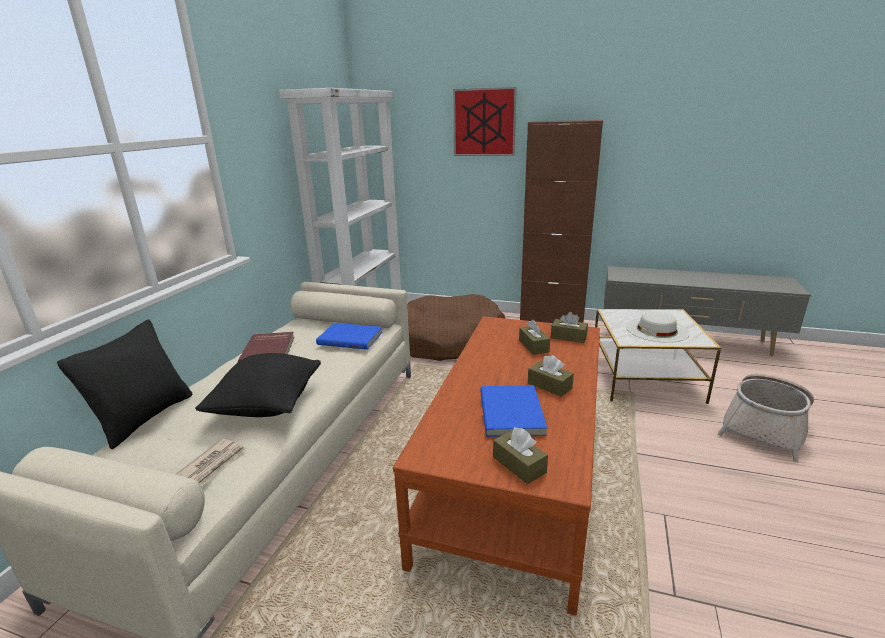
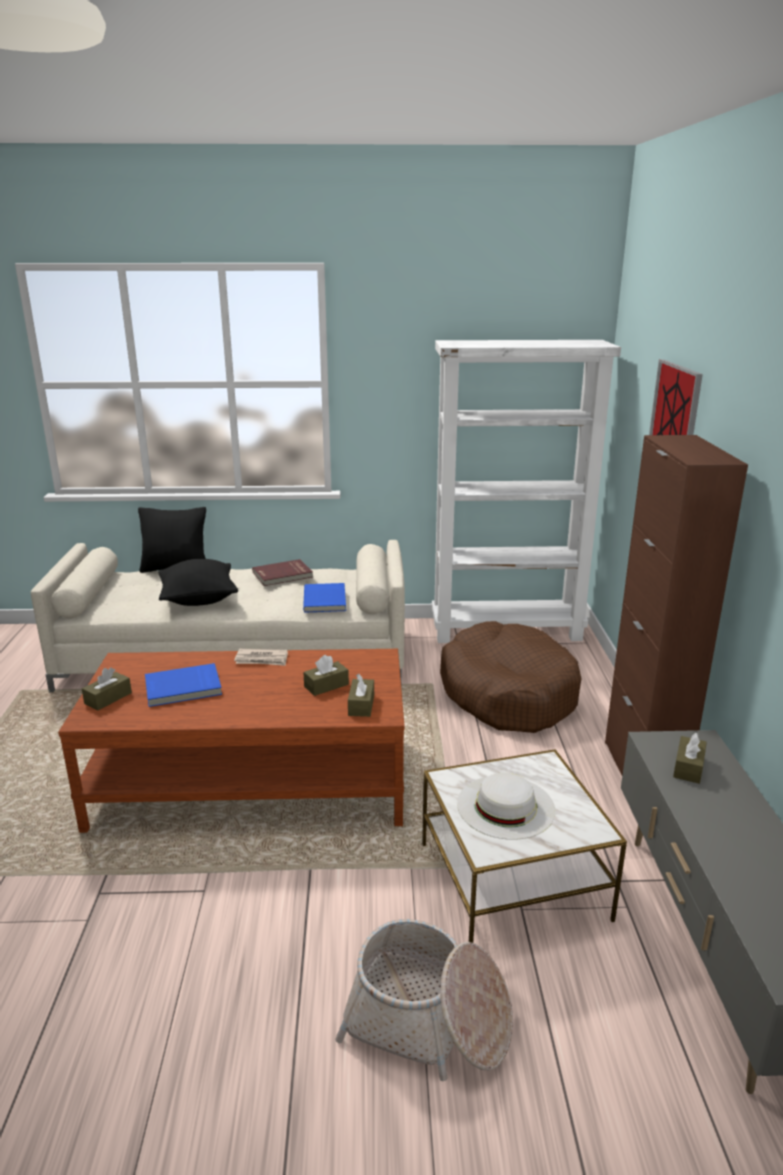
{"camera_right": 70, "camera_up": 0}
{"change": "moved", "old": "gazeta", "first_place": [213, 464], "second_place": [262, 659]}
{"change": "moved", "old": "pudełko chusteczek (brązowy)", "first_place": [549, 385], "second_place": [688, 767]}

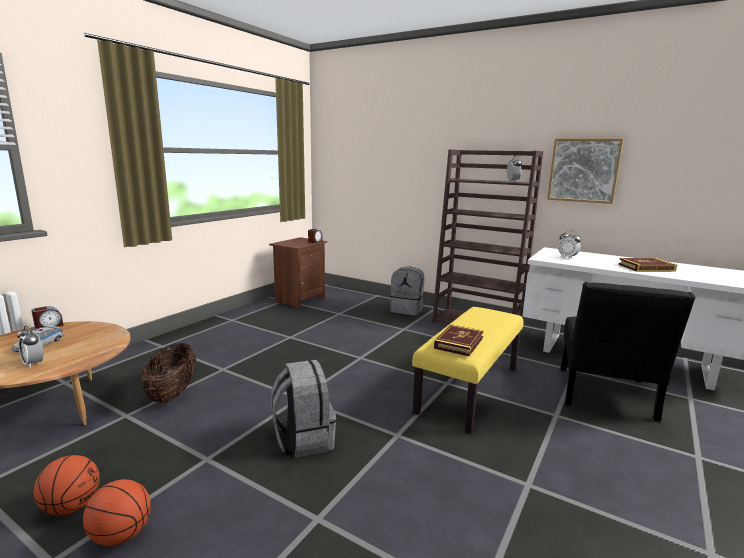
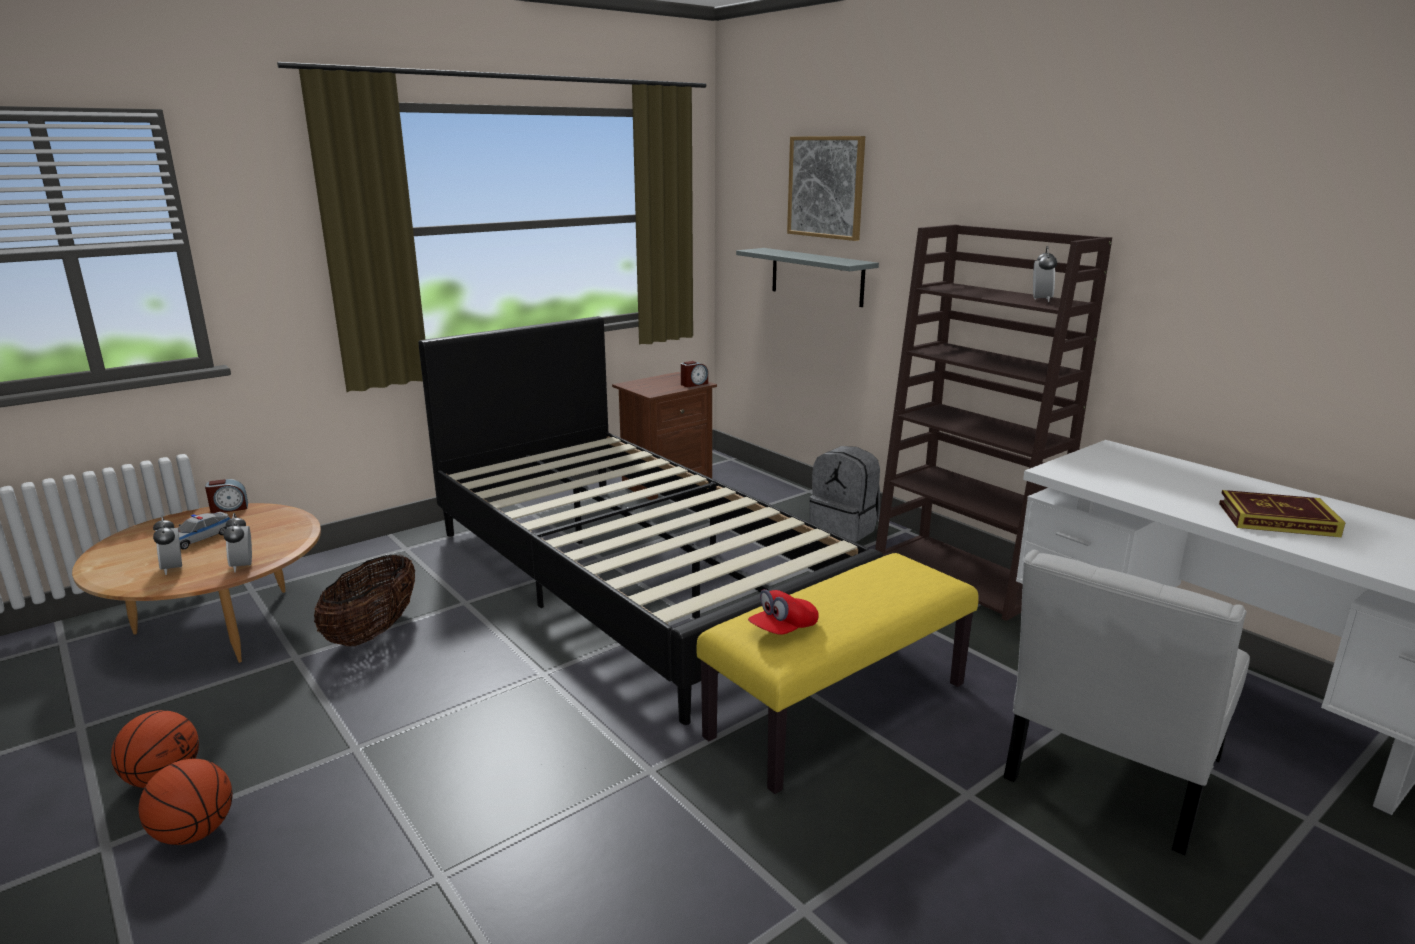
{"camera_right": 20, "camera_up": 5}
{"change": "removed", "old": "plecak (szary)", "first_place": [303, 439]}
{"change": "added", "new": "łóżko (czarny)", "second_place": [633, 578]}
{"change": "added", "new": "półka (szary)", "second_place": [816, 276]}
{"change": "moved", "old": "obraz", "first_place": [583, 170], "second_place": [826, 187]}
{"change": "moved", "old": "budzik", "first_place": [567, 257], "second_place": [243, 566]}
{"change": "replaced", "old": "książka", "new": "czapka z daszkiem (czerwony)", "first_place": [459, 343], "second_place": [783, 629]}
{"change": "recoloured", "old": "krzesło (czarny)", "new": "krzesło (biały)", "first_place": [605, 396], "second_place": [1108, 776]}

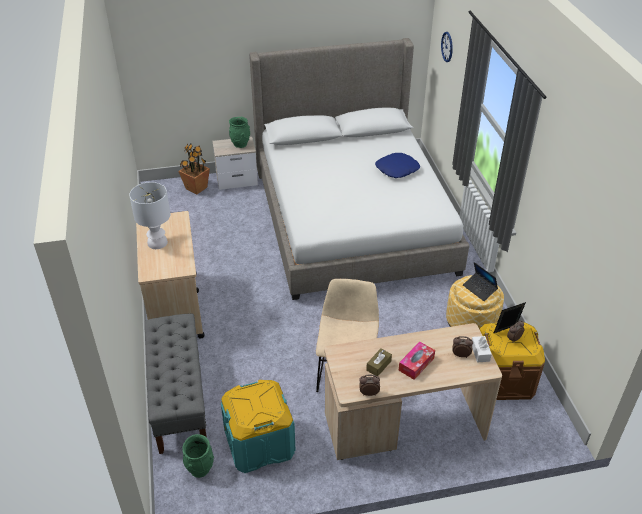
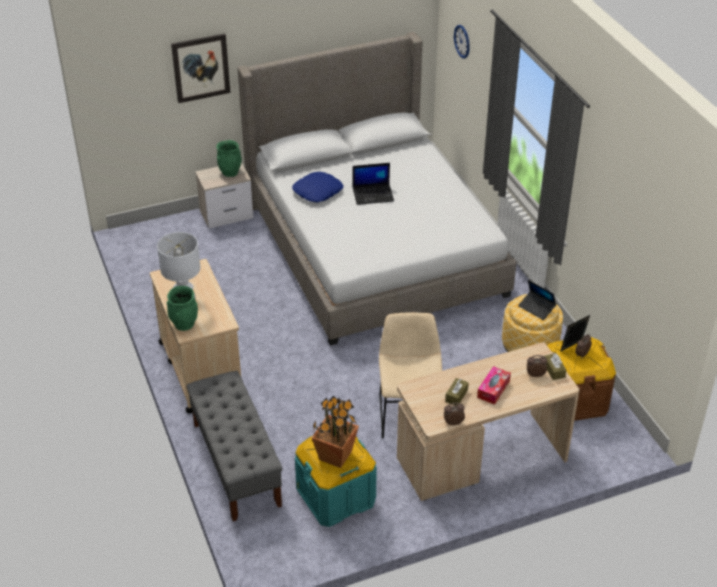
{"camera_right": -10, "camera_up": 0}
{"change": "added", "new": "obraz", "second_place": [201, 68]}
{"change": "added", "new": "laptop", "second_place": [373, 194]}
{"change": "moved", "old": "roślina doniczkowa", "first_place": [196, 188], "second_place": [335, 455]}
{"change": "moved", "old": "wazon (zielony)", "first_place": [200, 468], "second_place": [184, 323]}
{"change": "moved", "old": "poduszka (niebieski)", "first_place": [397, 169], "second_place": [317, 191]}
{"change": "recoloured", "old": "pudełko chusteczek (biały)", "new": "pudełko chusteczek (brązowy)", "first_place": [480, 352], "second_place": [554, 370]}

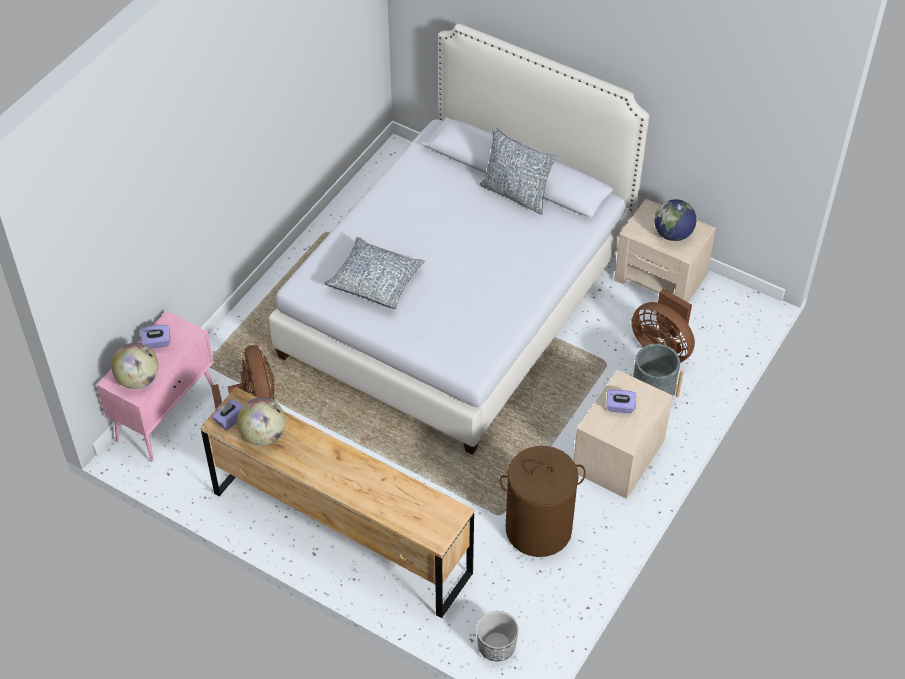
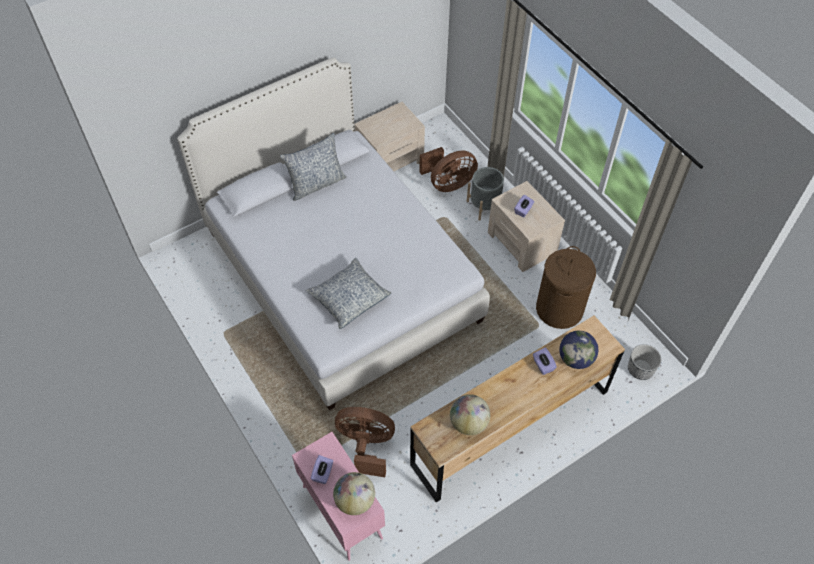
{"camera_right": -65, "camera_up": 5}
{"change": "moved", "old": "pudełko chusteczek (fioletowy)", "first_place": [229, 419], "second_place": [543, 365]}
{"change": "moved", "old": "globus", "first_place": [673, 234], "second_place": [575, 359]}

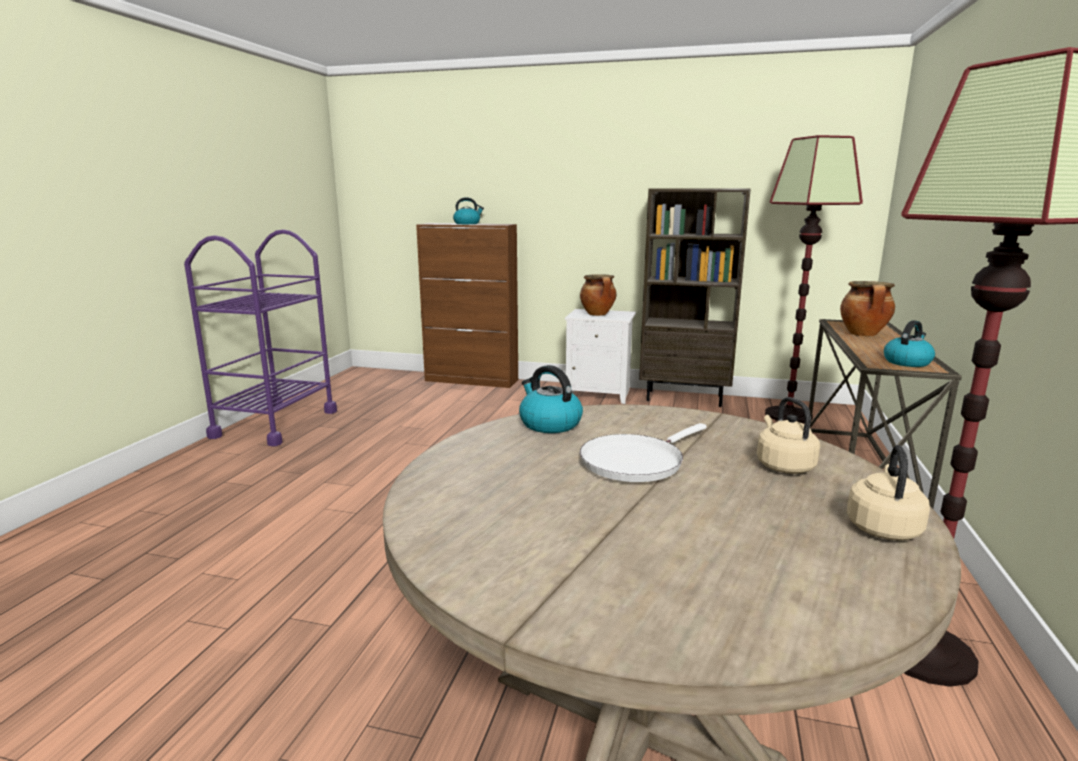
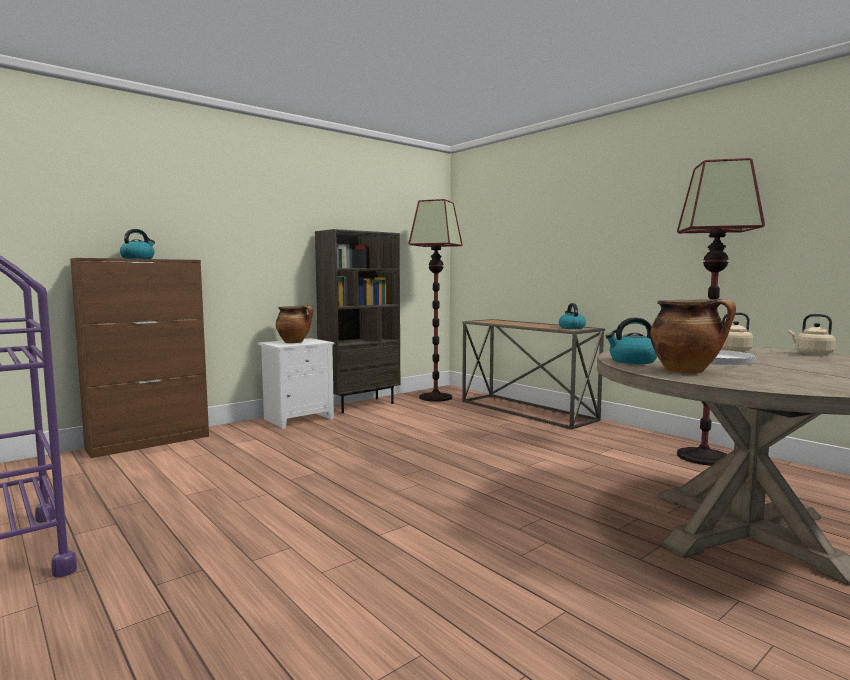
{"camera_right": -55, "camera_up": -10}
{"change": "moved", "old": "garnek", "first_place": [864, 334], "second_place": [687, 371]}

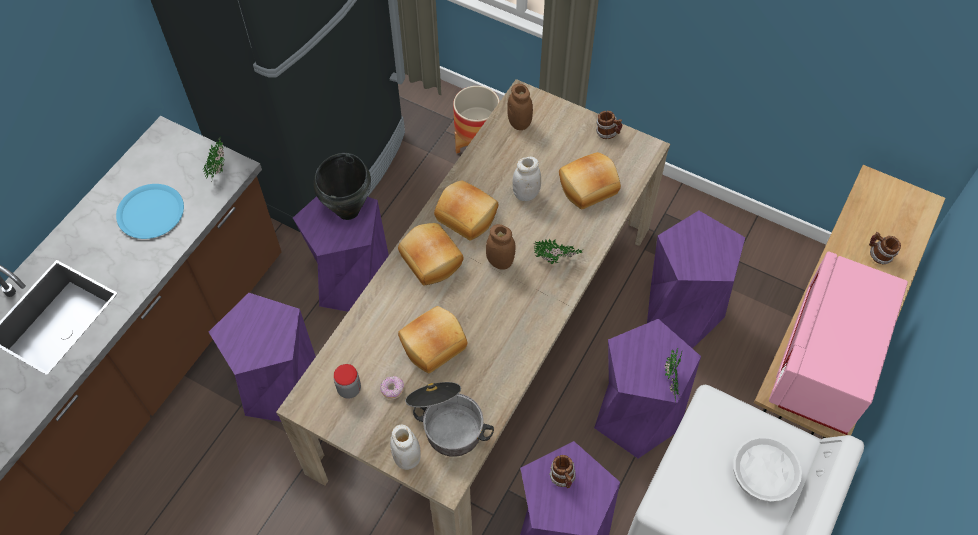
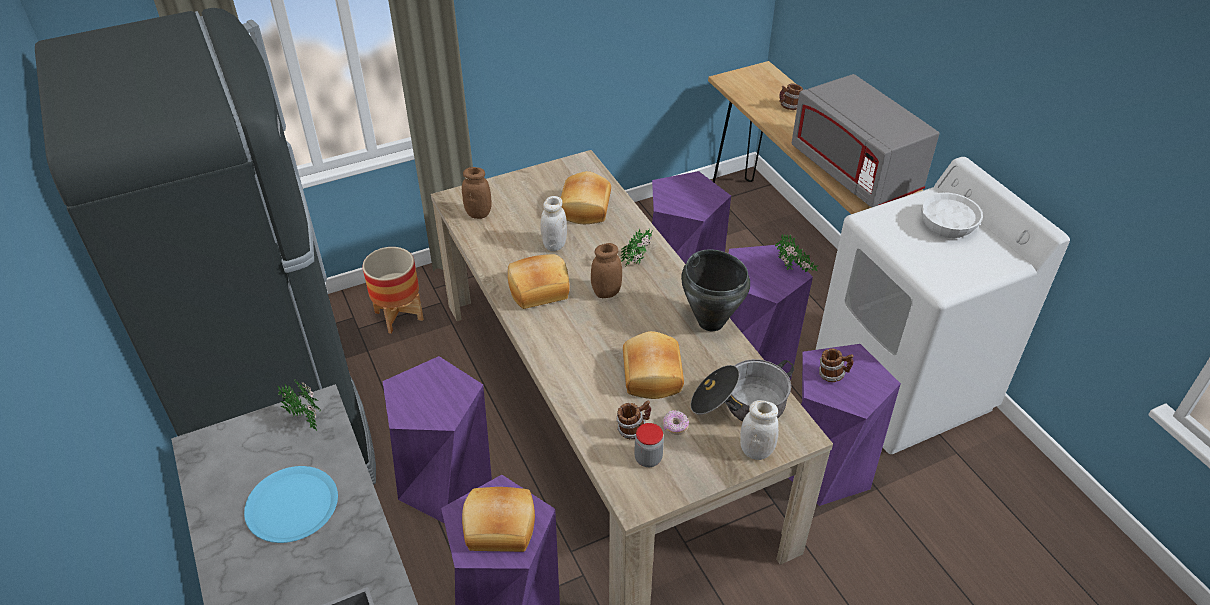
{"camera_right": -55, "camera_up": -15}
{"change": "moved", "old": "garnek (czarny)", "first_place": [348, 210], "second_place": [711, 321]}
{"change": "moved", "old": "chleb", "first_place": [430, 261], "second_place": [499, 529]}
{"change": "moved", "old": "kubek", "first_place": [608, 133], "second_place": [633, 429]}
{"change": "recoloured", "old": "mikrofalówka (różowy)", "new": "mikrofalówka (szary)", "first_place": [824, 362], "second_place": [855, 171]}

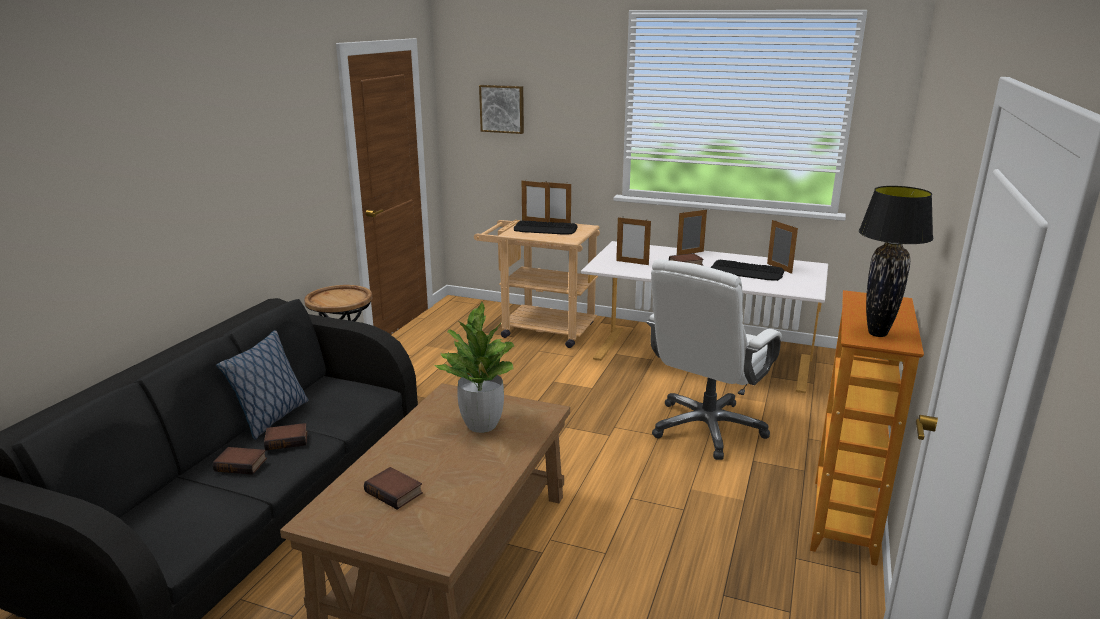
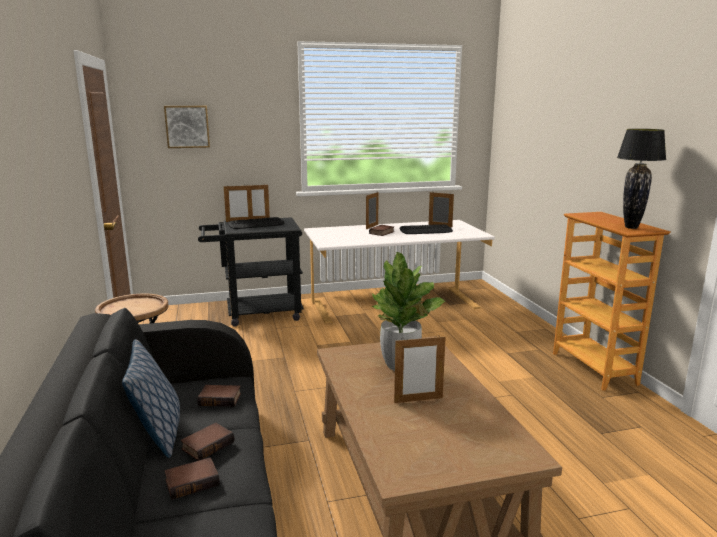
{"camera_right": -35, "camera_up": -5}
{"change": "removed", "old": "krzesło biurowe (biały)", "first_place": [707, 428]}
{"change": "moved", "old": "książka", "first_place": [395, 492], "second_place": [221, 399]}
{"change": "moved", "old": "ramka na zdjęcie", "first_place": [632, 262], "second_place": [418, 400]}
{"change": "recoloured", "old": "wózek (beżowy)", "new": "wózek (czarny)", "first_place": [539, 329], "second_place": [256, 314]}

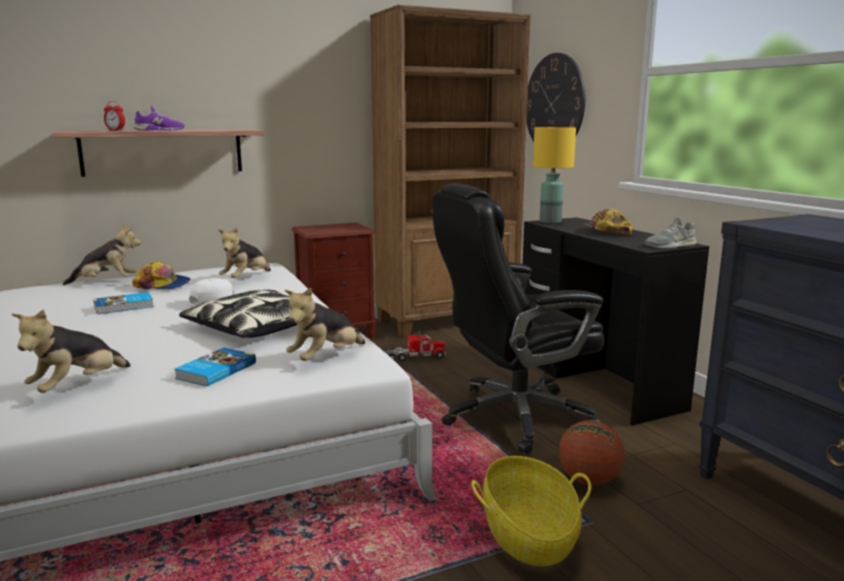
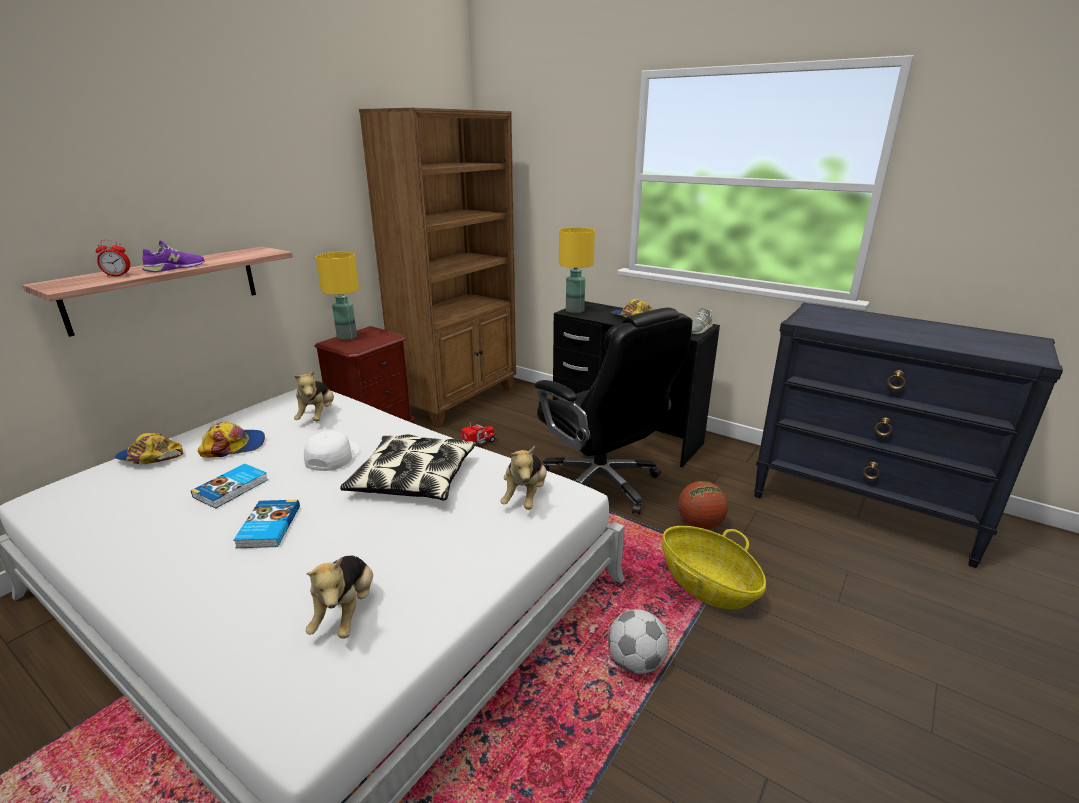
{"camera_right": -30, "camera_up": 10}
{"change": "removed", "old": "zegar ścienny", "first_place": [554, 104]}
{"change": "added", "new": "lampa stołowa (żółty)", "second_place": [347, 337]}
{"change": "added", "new": "piłka futbolowa", "second_place": [636, 662]}
{"change": "moved", "old": "książka", "first_place": [215, 370], "second_place": [267, 527]}
{"change": "replaced", "old": "pluszak", "new": "czapka z daszkiem", "first_place": [106, 282], "second_place": [149, 457]}
{"change": "turned", "old": "krzesło biurowe (czarny)", "first_place": [513, 417], "second_place": [601, 484], "degrees": -75}

